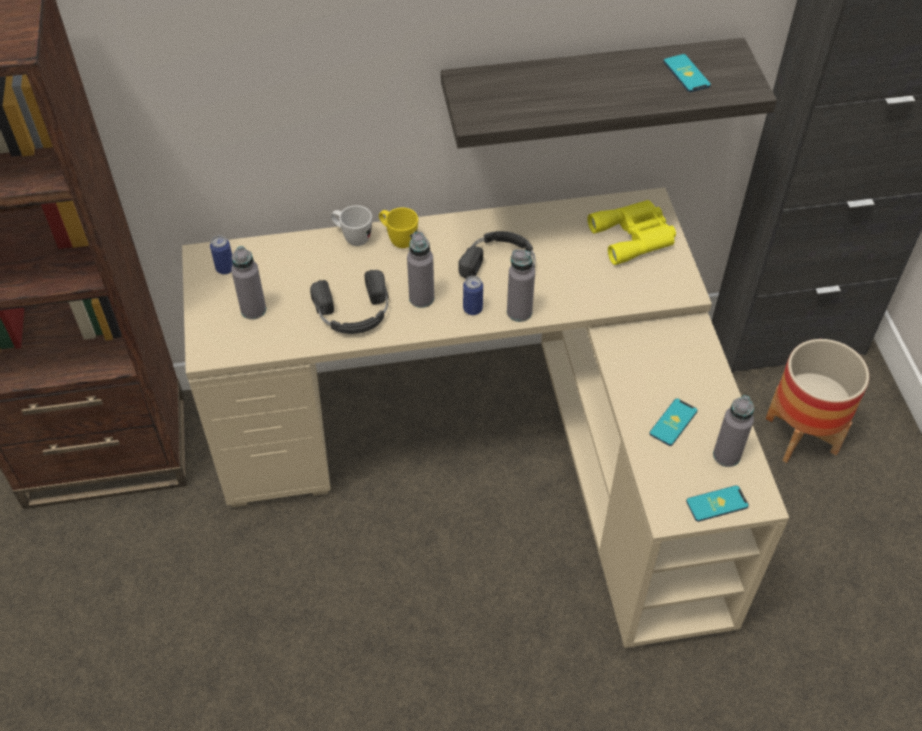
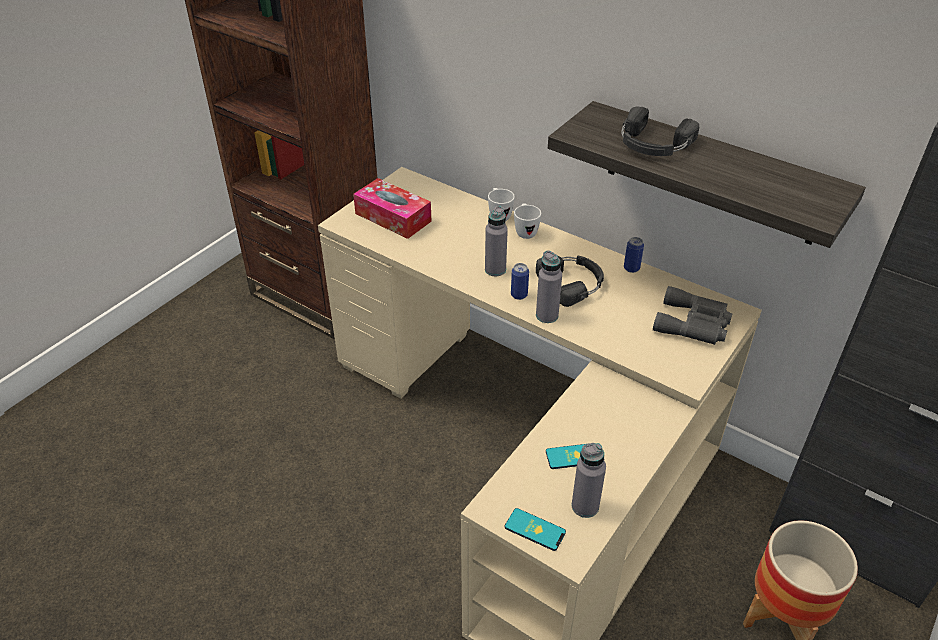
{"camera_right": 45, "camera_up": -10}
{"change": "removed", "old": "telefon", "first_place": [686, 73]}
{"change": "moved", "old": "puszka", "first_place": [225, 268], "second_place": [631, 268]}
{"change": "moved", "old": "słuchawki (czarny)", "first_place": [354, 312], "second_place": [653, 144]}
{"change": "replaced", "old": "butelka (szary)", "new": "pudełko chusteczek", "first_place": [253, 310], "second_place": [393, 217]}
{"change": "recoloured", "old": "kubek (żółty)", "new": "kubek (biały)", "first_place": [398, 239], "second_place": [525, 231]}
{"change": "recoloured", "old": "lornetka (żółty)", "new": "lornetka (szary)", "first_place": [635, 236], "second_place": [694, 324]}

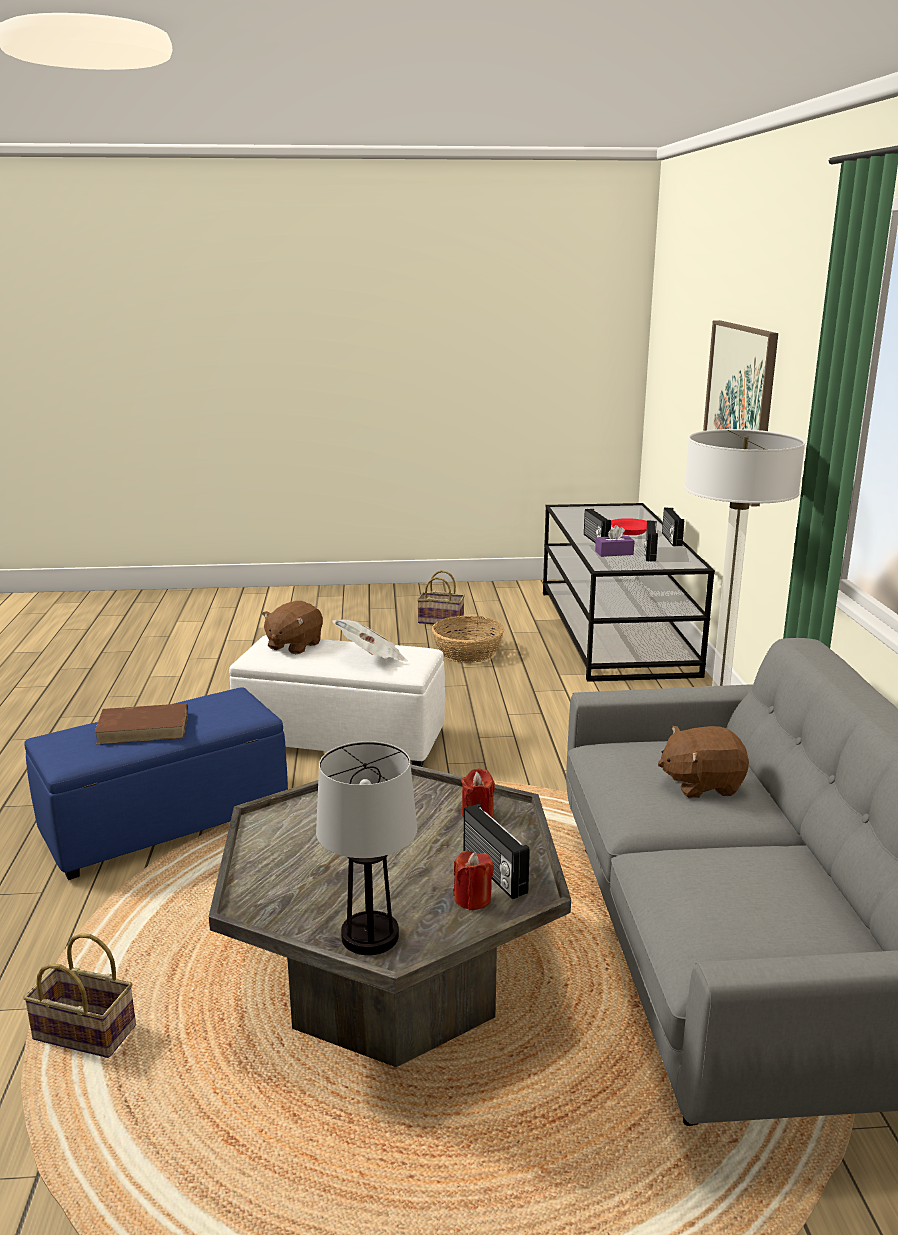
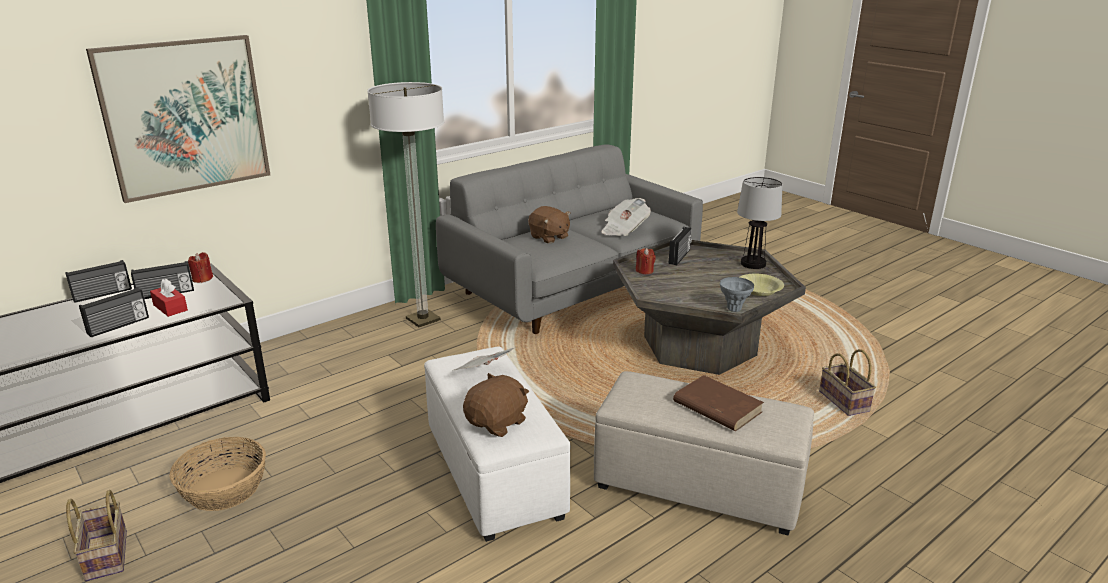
{"camera_right": -125, "camera_up": 5}
{"change": "removed", "old": "miska (czerwony)", "first_place": [629, 532]}
{"change": "added", "new": "gazeta", "second_place": [624, 230]}
{"change": "added", "new": "wazon (szary)", "second_place": [734, 309]}
{"change": "added", "new": "miska (żółty)", "second_place": [759, 291]}
{"change": "moved", "old": "świeca (czerwony)", "first_place": [472, 899], "second_place": [202, 279]}
{"change": "recoloured", "old": "pufa (niebieski)", "new": "pufa (beżowy)", "first_place": [164, 824], "second_place": [699, 486]}
{"change": "recoloured", "old": "pudełko chusteczek (fioletowy)", "new": "pudełko chusteczek (czerwony)", "first_place": [614, 553], "second_place": [170, 307]}
{"change": "turned", "old": "pluszak (brązowy)", "first_place": [293, 645], "second_place": [497, 423], "degrees": -45}

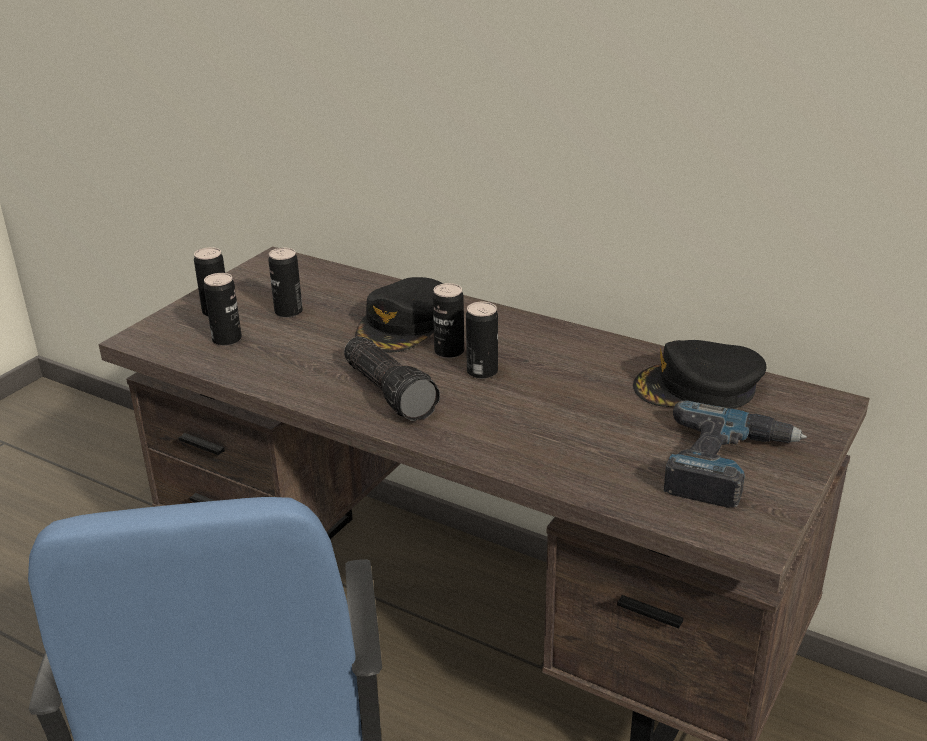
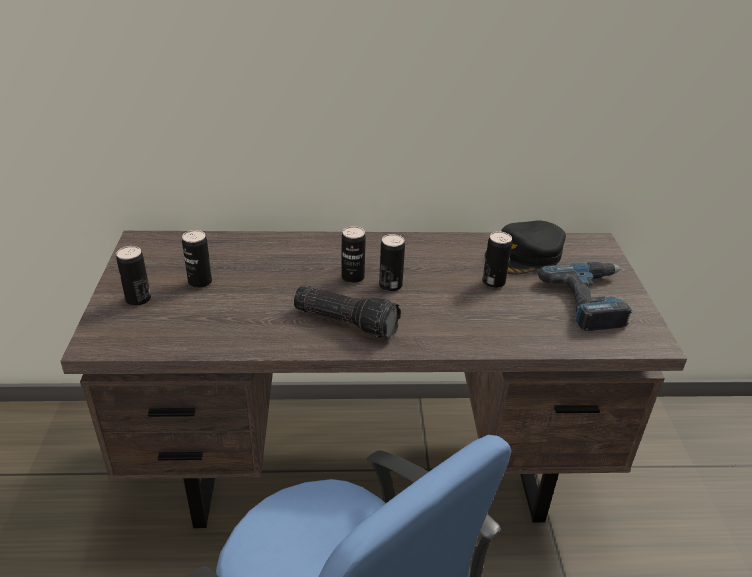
{"camera_right": -35, "camera_up": 5}
{"change": "removed", "old": "czapka z daszkiem (czarny)", "first_place": [405, 325]}
{"change": "moved", "old": "puszka", "first_place": [227, 339], "second_place": [493, 282]}

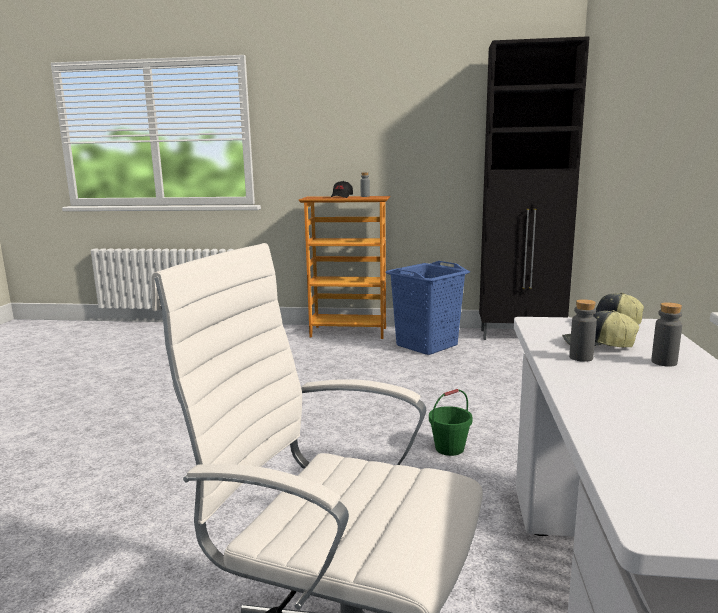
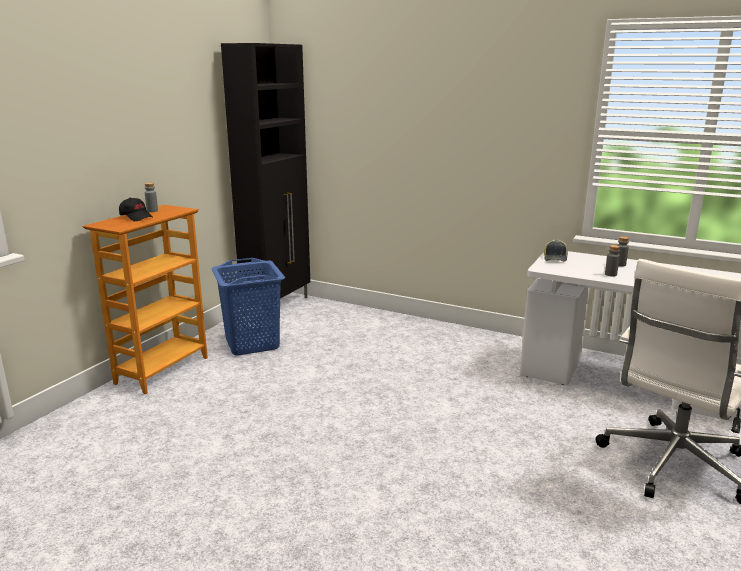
{"camera_right": -70, "camera_up": 5}
{"change": "removed", "old": "wiadro (zielony)", "first_place": [449, 448]}
{"change": "removed", "old": "czapka z daszkiem", "first_place": [597, 345]}

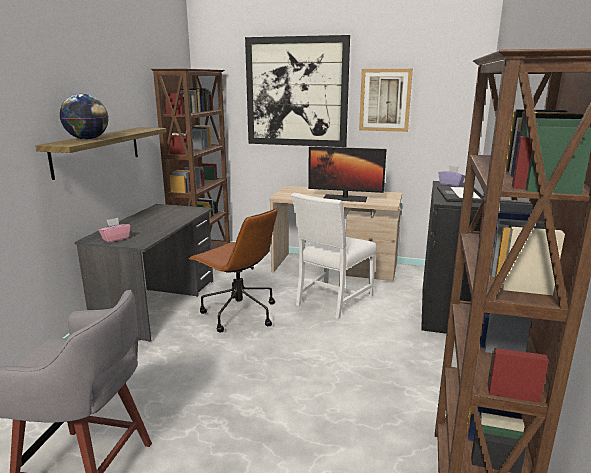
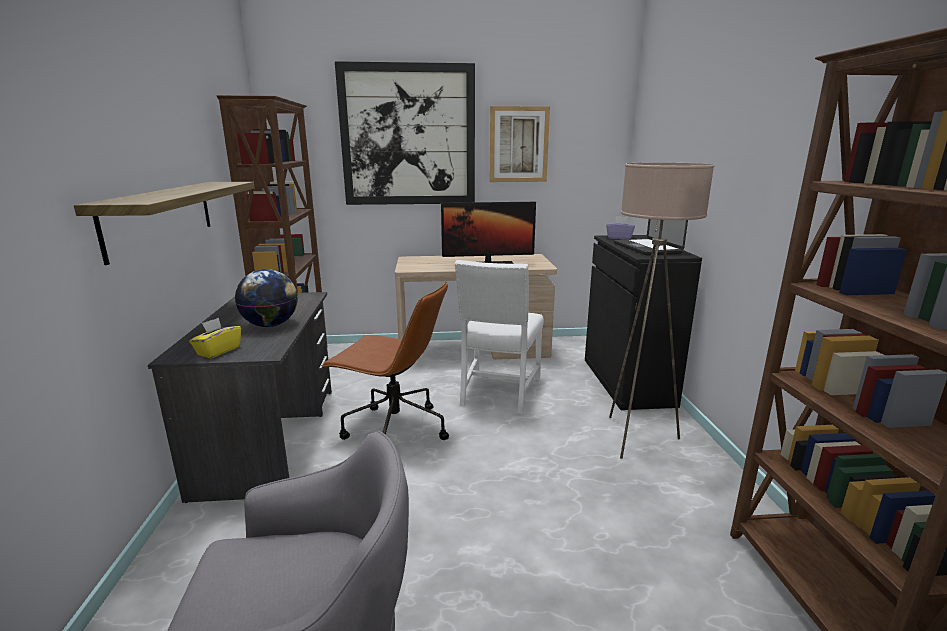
{"camera_right": -20, "camera_up": 0}
{"change": "added", "new": "lampa stojąca (beżowy)", "second_place": [635, 437]}
{"change": "moved", "old": "globus", "first_place": [87, 139], "second_place": [271, 325]}
{"change": "recoloured", "old": "pudełko chusteczek (różowy)", "new": "pudełko chusteczek (żółty)", "first_place": [115, 239], "second_place": [218, 351]}

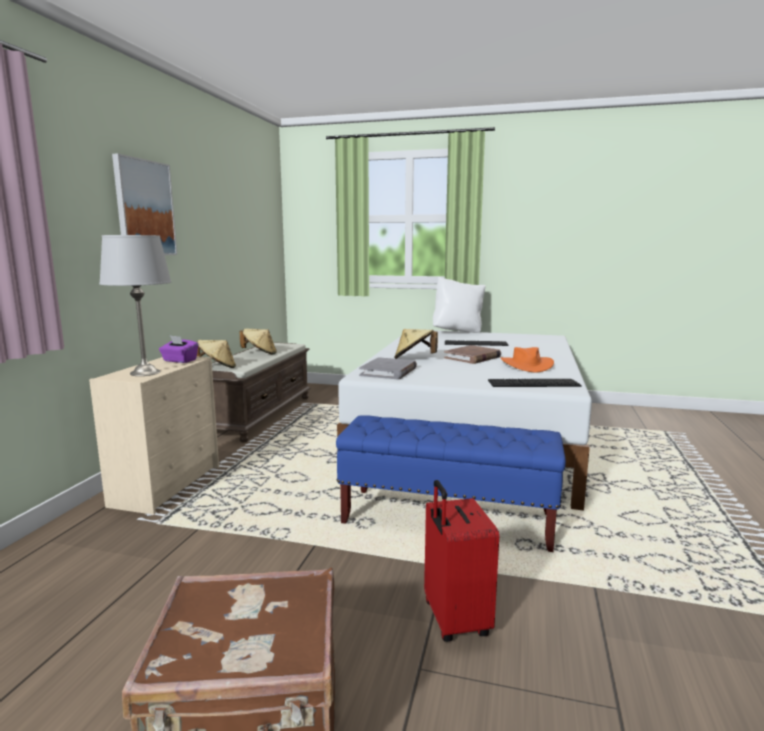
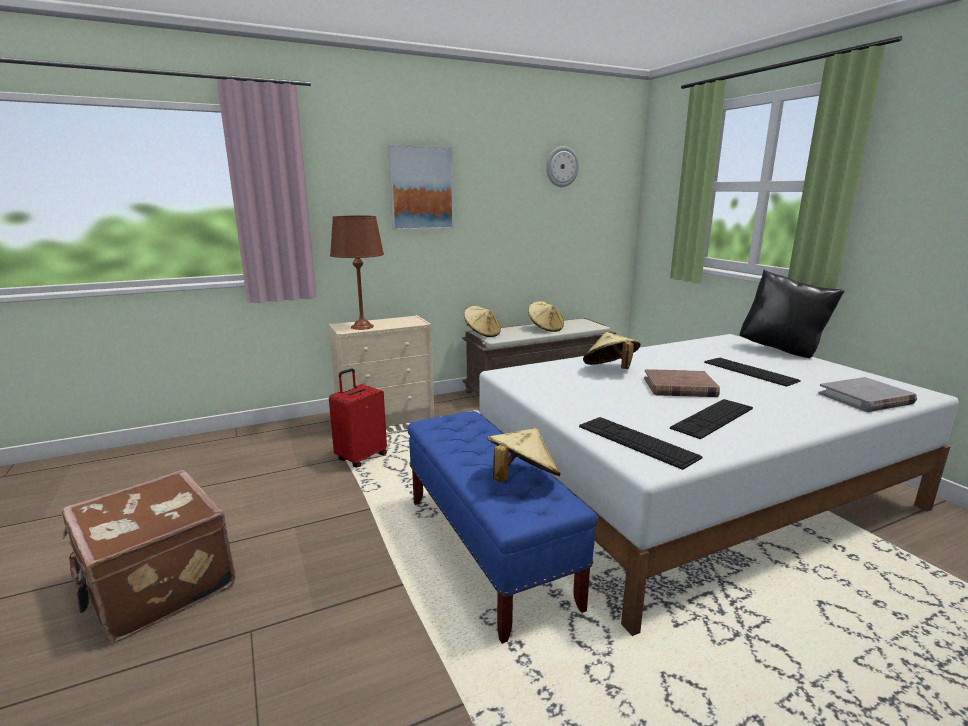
{"camera_right": 50, "camera_up": 5}
{"change": "removed", "old": "pudełko chusteczek (fioletowy)", "first_place": [179, 360]}
{"change": "added", "new": "kapelusz (beżowy)", "second_place": [521, 479]}
{"change": "added", "new": "zegar ścienny", "second_place": [561, 166]}
{"change": "moved", "old": "książka (szary)", "first_place": [388, 372], "second_place": [865, 398]}
{"change": "moved", "old": "walizka (czerwony)", "first_place": [454, 620], "second_place": [361, 457]}
{"change": "replaced", "old": "kapelusz (pomarańczowy)", "new": "klawiatura", "first_place": [526, 365], "second_place": [712, 418]}
{"change": "recoloured", "old": "lampa stołowa (szary)", "new": "lampa stołowa (brązowy)", "first_place": [144, 373], "second_place": [361, 327]}
{"change": "recoloured", "old": "poduszka (biały)", "new": "poduszka (czarny)", "first_place": [458, 332], "second_place": [782, 350]}

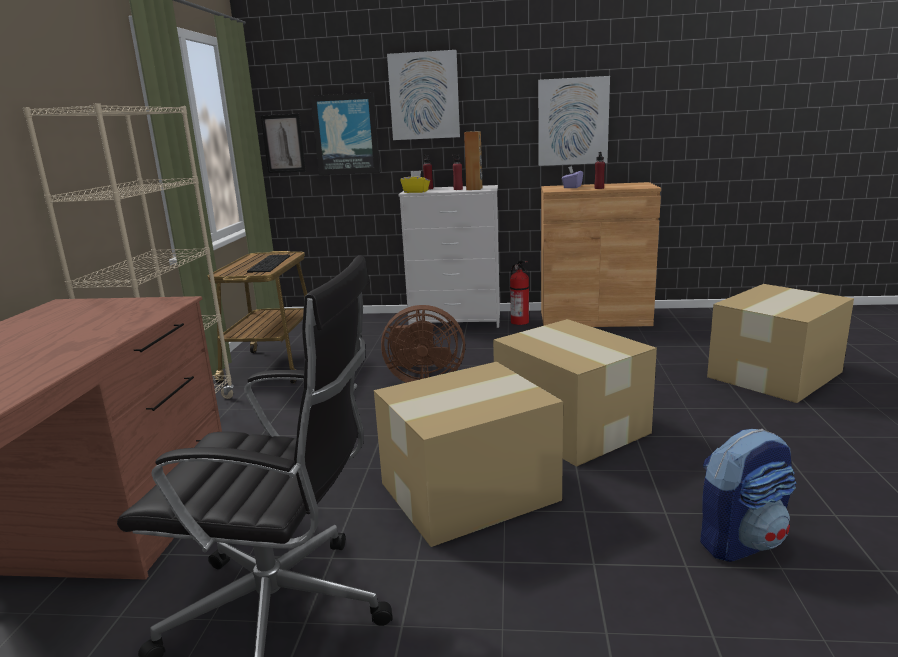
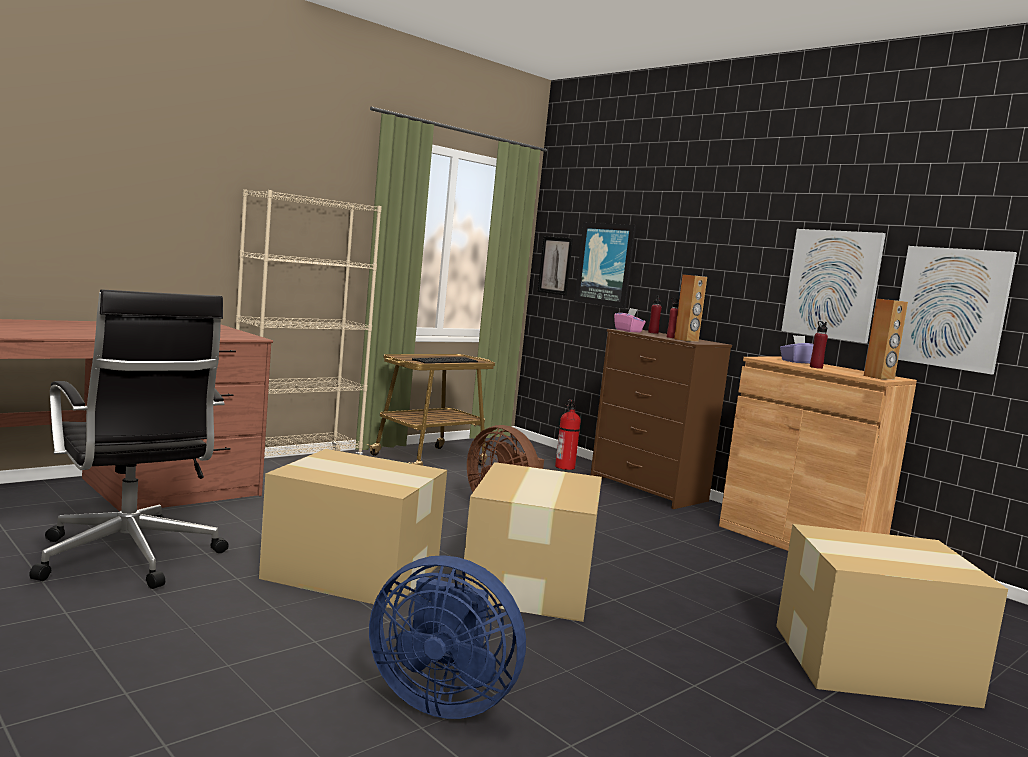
{"camera_right": 40, "camera_up": -10}
{"change": "added", "new": "głośnik (brązowy)", "second_place": [879, 377]}
{"change": "moved", "old": "obraz", "first_place": [424, 96], "second_place": [951, 308]}
{"change": "moved", "old": "gaśnica", "first_place": [520, 322], "second_place": [565, 467]}
{"change": "replaced", "old": "plecak", "new": "wentylator (niebieski)", "first_place": [741, 541], "second_place": [441, 700]}
{"change": "recoloured", "old": "komoda (biały)", "new": "komoda (brązowy)", "first_place": [456, 320], "second_place": [649, 490]}
{"change": "recoloured", "old": "pudełko chusteczek (żółty)", "new": "pudełko chusteczek (różowy)", "first_place": [416, 192], "second_place": [628, 331]}

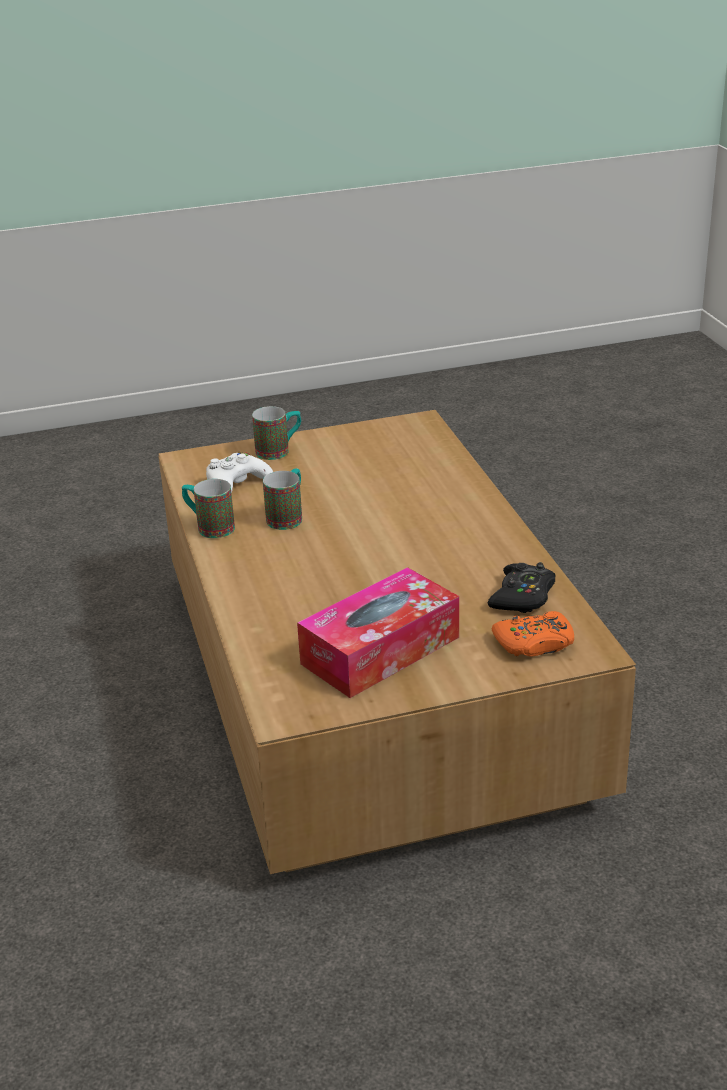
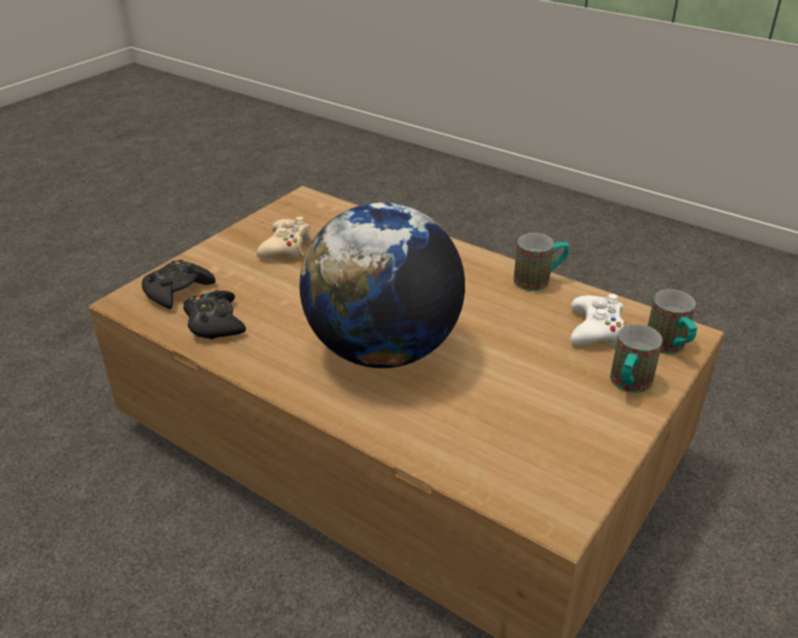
{"camera_right": 140, "camera_up": 5}
{"change": "added", "new": "globus", "second_place": [383, 350]}
{"change": "moved", "old": "kubek", "first_place": [288, 517], "second_place": [669, 348]}
{"change": "replaced", "old": "pudełko chusteczek", "new": "pad do gier (beżowy)", "first_place": [380, 650], "second_place": [286, 247]}
{"change": "recoloured", "old": "pad do gier (pomarańczowy)", "new": "pad do gier (czarny)", "first_place": [535, 643], "second_place": [177, 290]}

